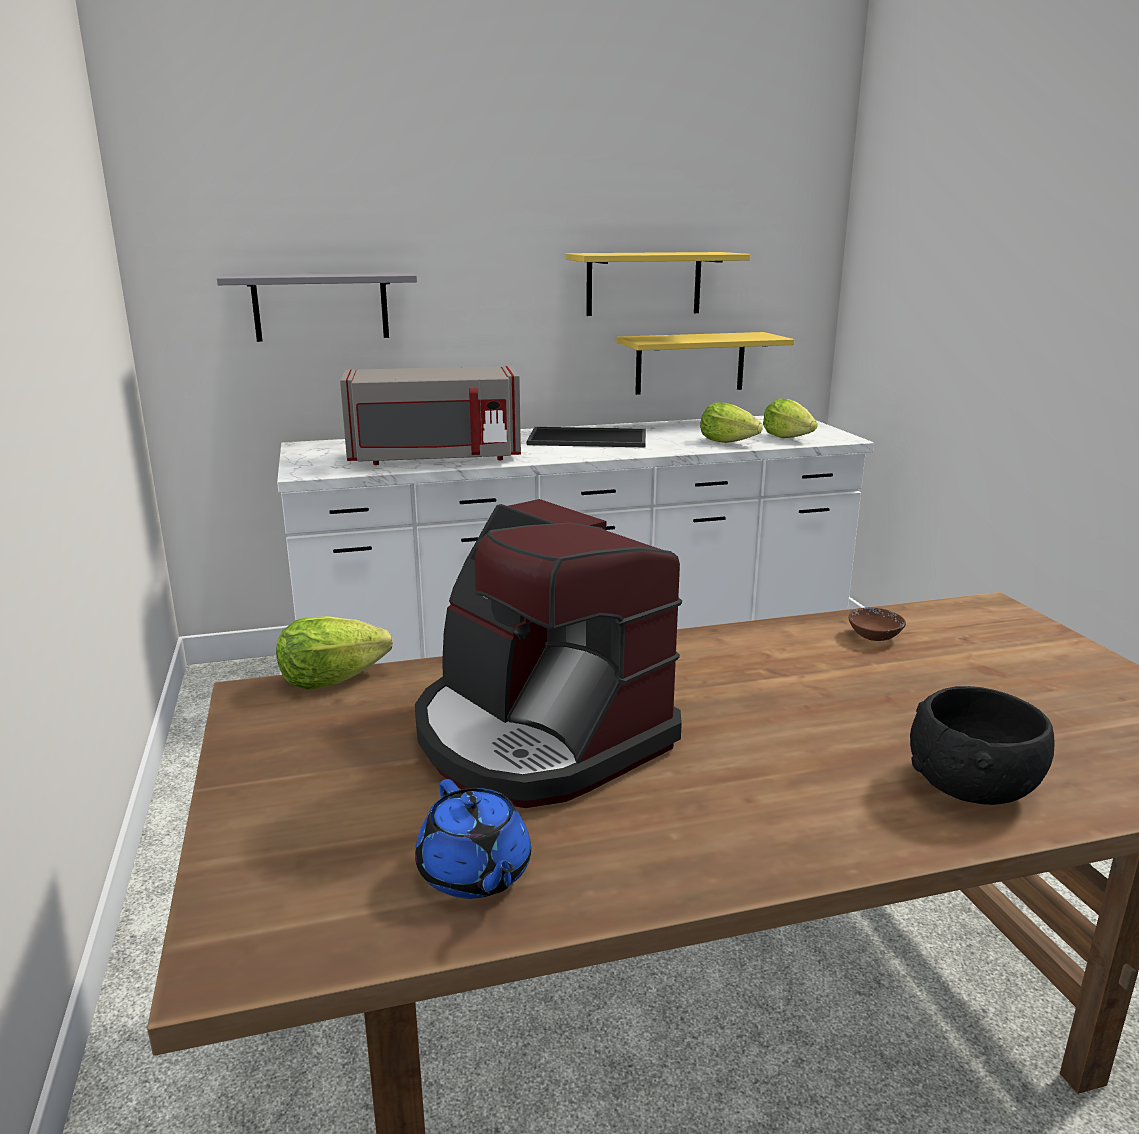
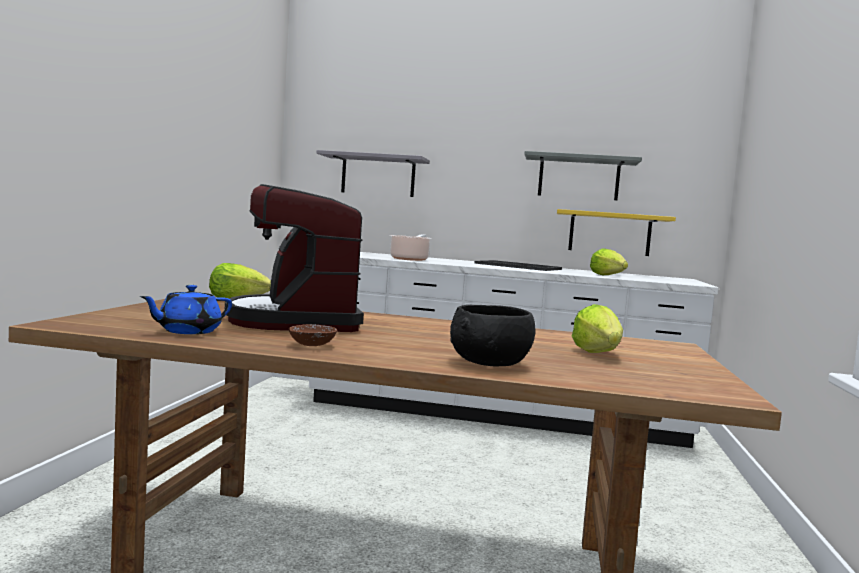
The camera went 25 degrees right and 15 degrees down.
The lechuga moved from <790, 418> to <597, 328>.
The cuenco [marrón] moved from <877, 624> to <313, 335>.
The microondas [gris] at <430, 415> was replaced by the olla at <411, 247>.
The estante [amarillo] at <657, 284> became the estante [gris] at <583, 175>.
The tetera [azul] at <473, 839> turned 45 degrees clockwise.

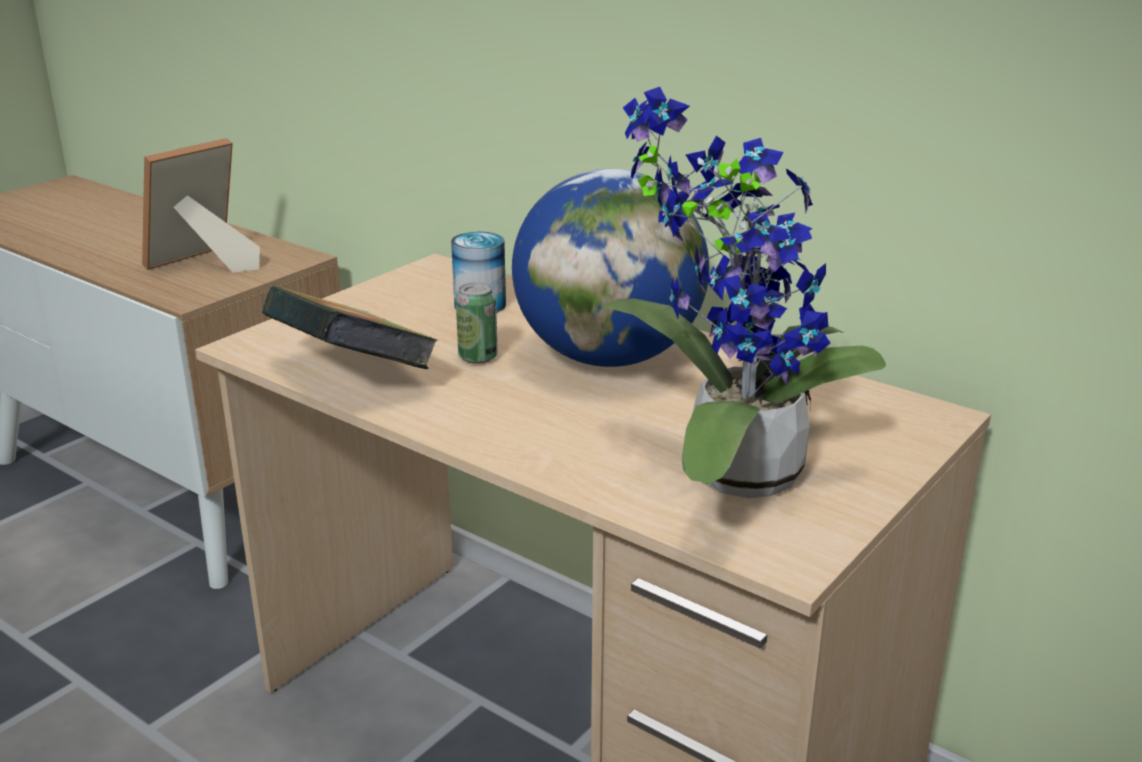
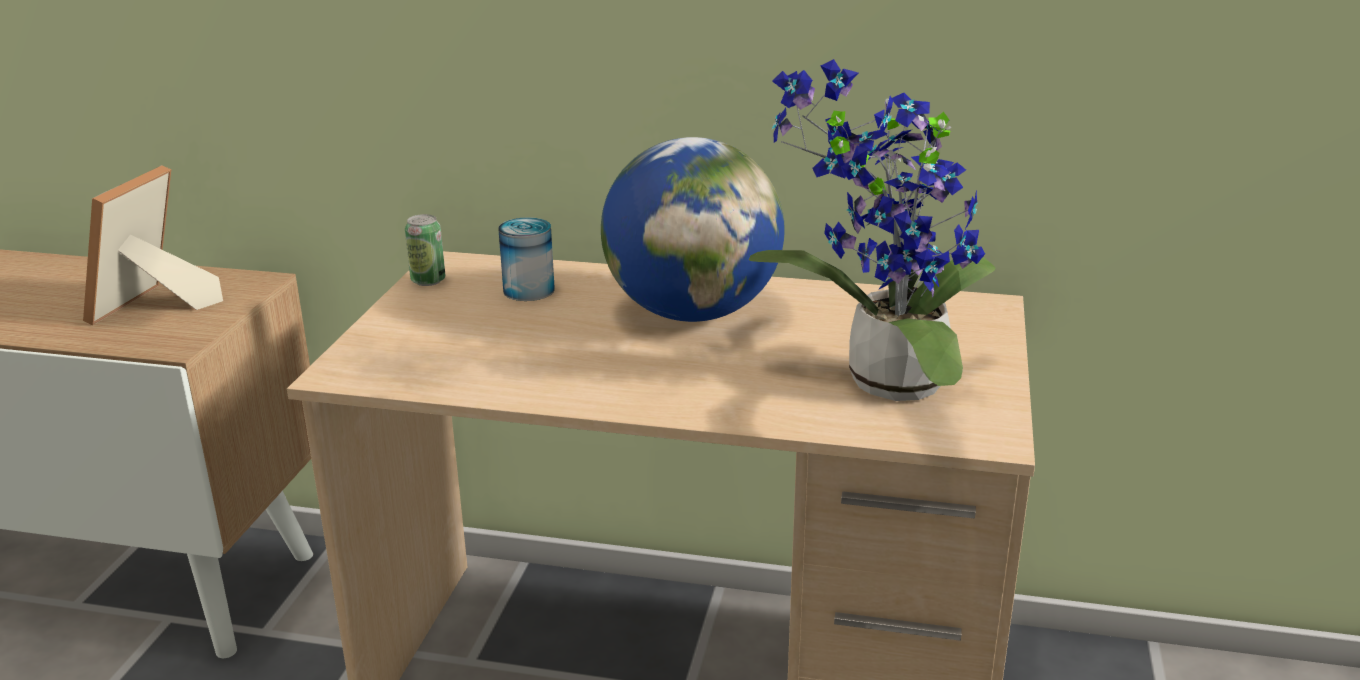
The camera went 25 degrees left and 0 degrees up.
The libro at <350, 327> disappeared.
The lata moved from <477, 323> to <425, 250>.

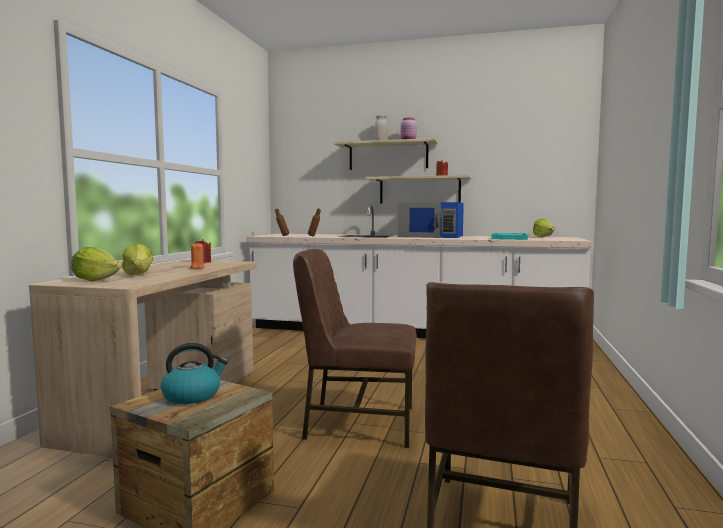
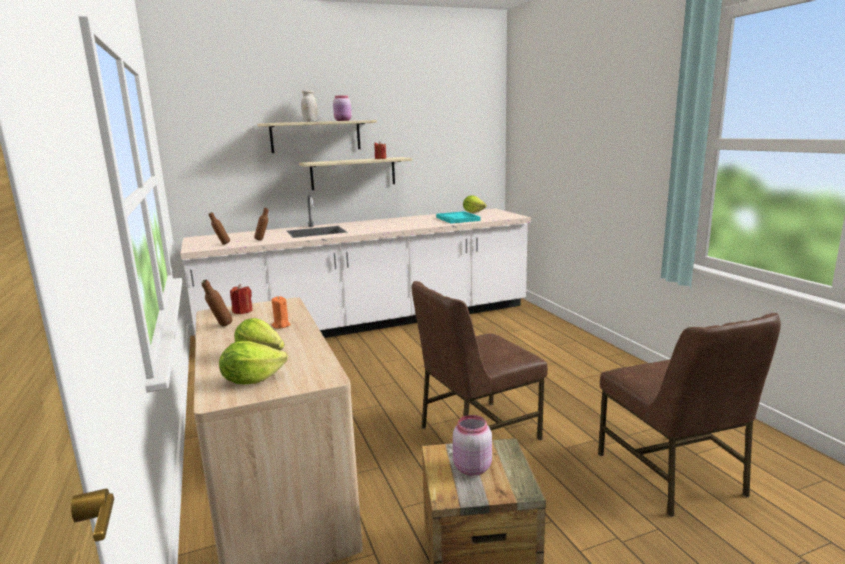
The camera went 35 degrees left and 10 degrees up.
The microondas [azul] at <431, 220> disappeared.
The botella [marrón] at <217, 303> appeared.
The hervidor at <194, 373> was replaced by the tarro [rosa] at <472, 445>.

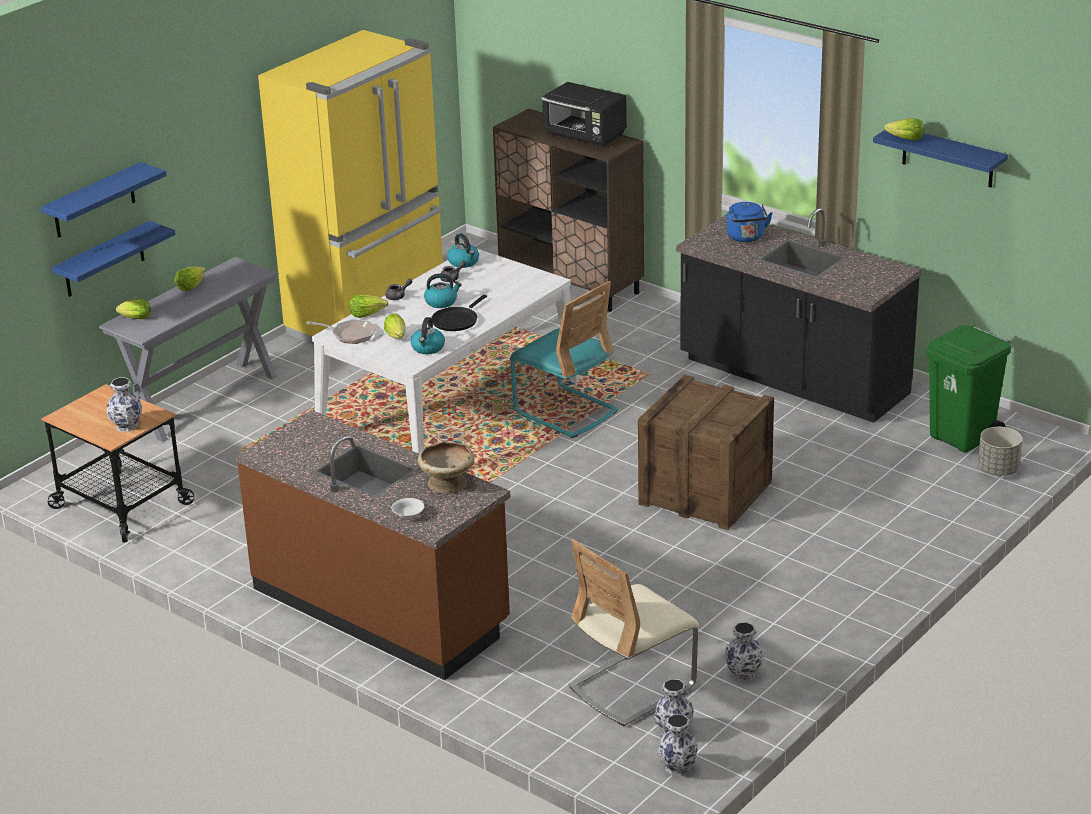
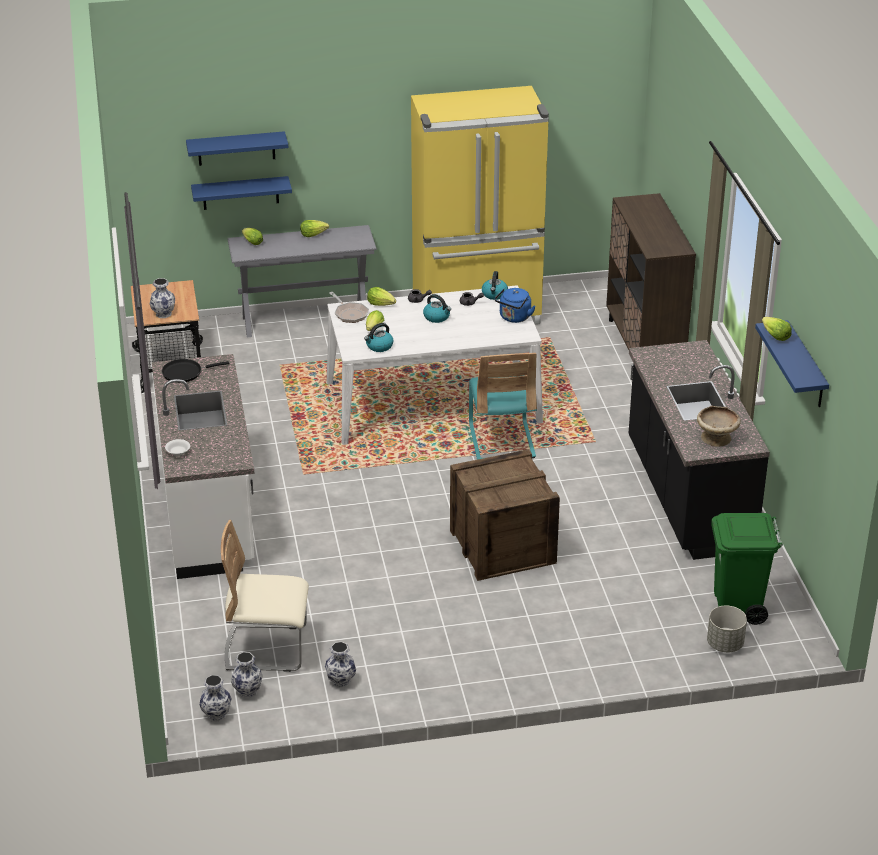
The camera went 40 degrees right and 5 degrees up.
The microondas [negro] at <584, 114> disappeared.
The cuenco [beis] moved from <446, 467> to <719, 426>.
The sartén [negro] moved from <459, 313> to <196, 371>.
The hervidor [azul] moved from <750, 222> to <515, 305>.
The mueble bajo de cocina [marrón] at <373, 545> became the mueble bajo de cocina [blanco] at <203, 466>.

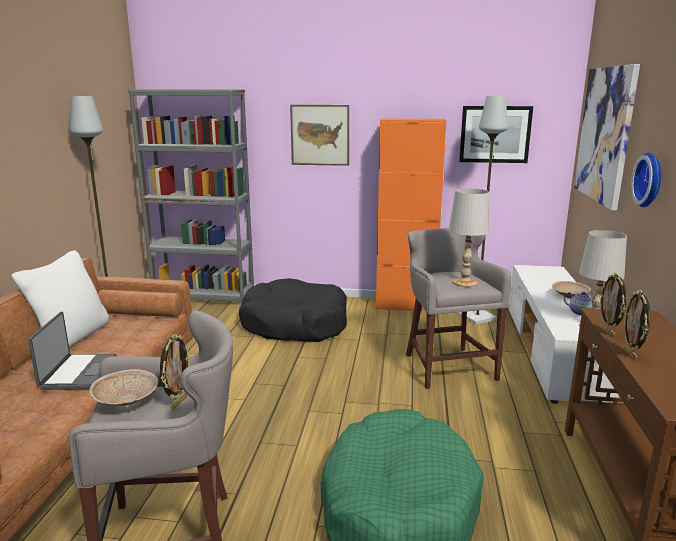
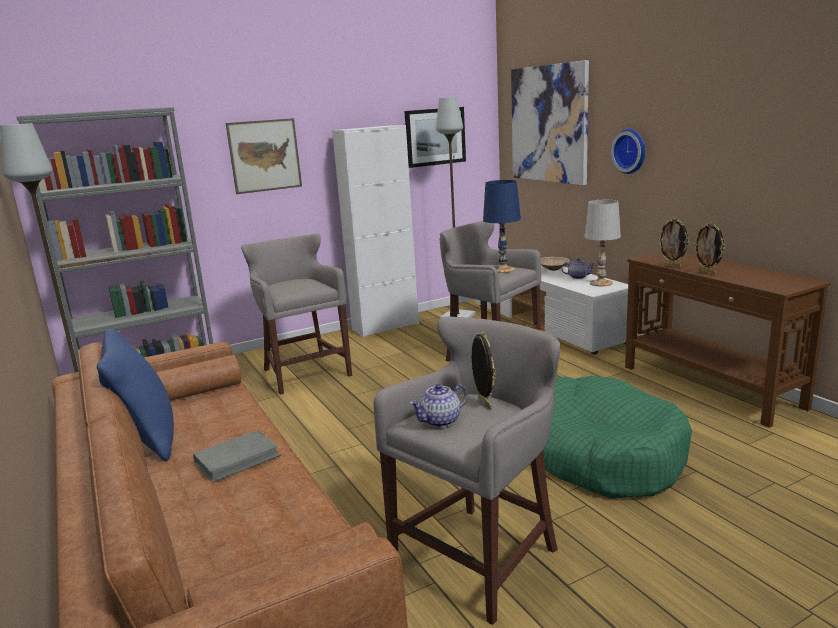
The camera went 35 degrees left and 0 degrees up.
The portátil at <72, 351> was replaced by the libro [gris] at <237, 456>.
The cuenco [beis] at <124, 387> was replaced by the tetera at <439, 406>.
The cama para perro [negro] at <293, 310> was replaced by the taburete [gris] at <296, 314>.
The cojín [blanco] at <60, 298> became the cojín [azul] at <135, 395>.
The armario [naranja] at <411, 215> became the armario [blanco] at <375, 231>.
The lámpara de mesa [blanco] at <469, 237> became the lámpara de mesa [azul] at <502, 226>.

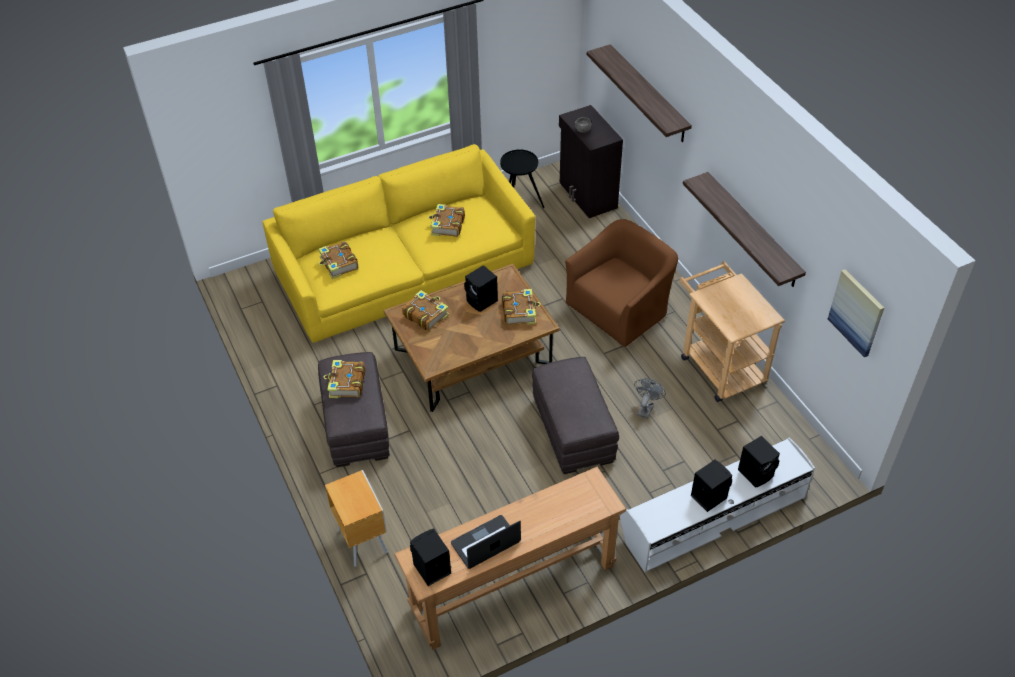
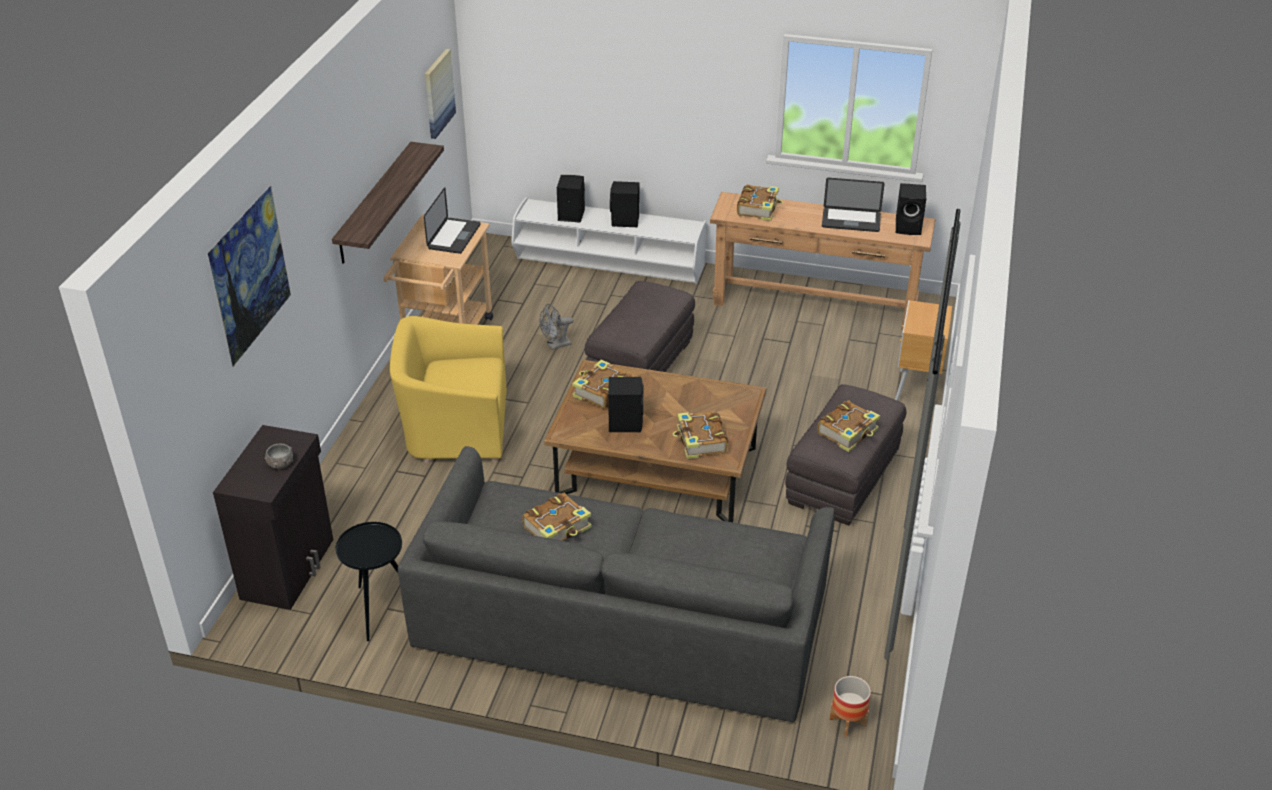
The camera went 140 degrees left and 10 degrees down.
The portátil at <452, 220> appeared.
The maceta at <850, 706> appeared.
The libro moved from <338, 260> to <760, 202>.
The estante at <639, 93> was replaced by the cuadro at <249, 276>.
The sofá [amarillo] at <399, 243> became the sofá [gris] at <616, 584>.
The sillón [marrón] at <621, 283> became the sillón [amarillo] at <448, 389>.

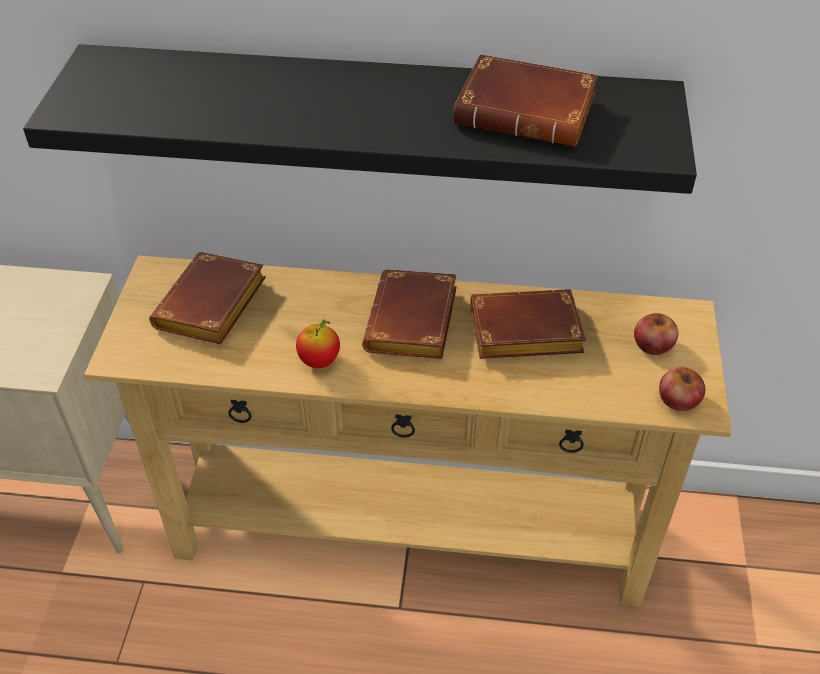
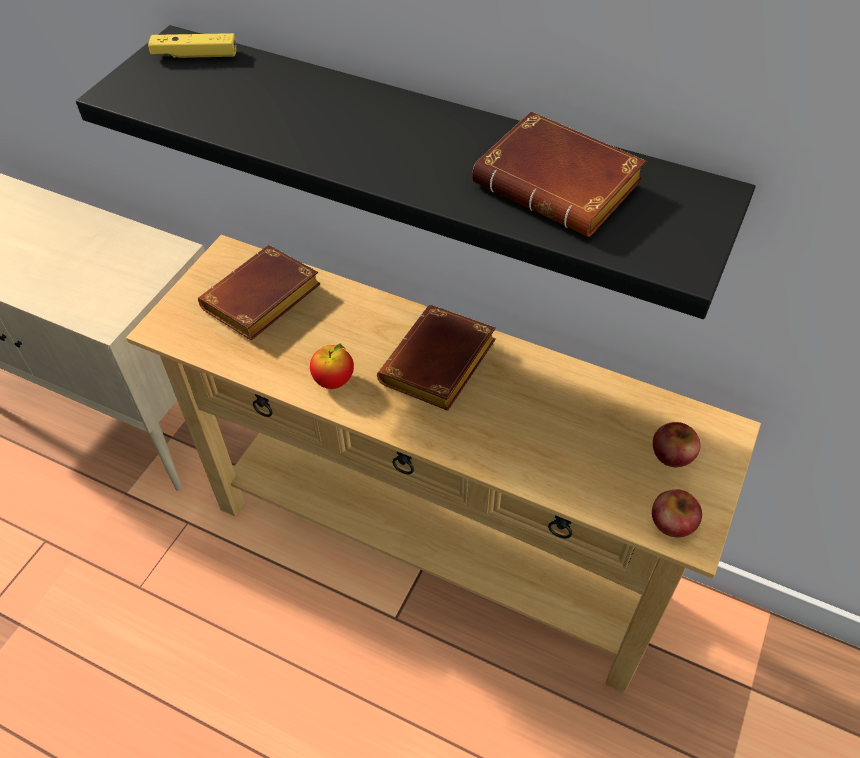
The camera went 20 degrees right and 5 degrees up.
The libro [marrón] at <528, 324> disappeared.
The mando de consola [amarillo] at <192, 45> appeared.

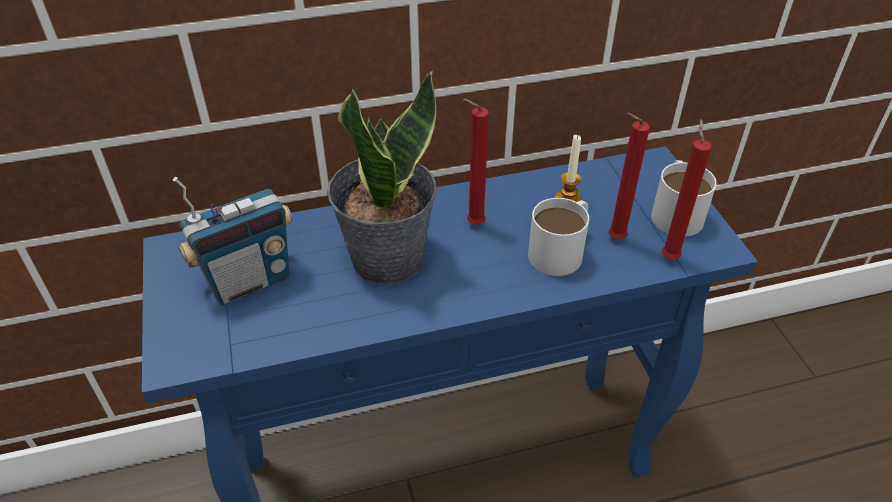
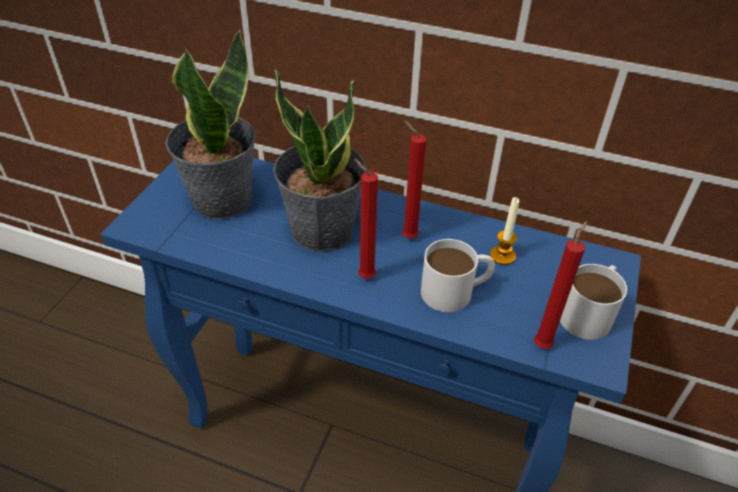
The camera went 35 degrees right and 0 degrees up.
The vela [rojo] moved from <629, 176> to <366, 218>.
The radio at <233, 241> was replaced by the planta en maceta at <210, 124>.

